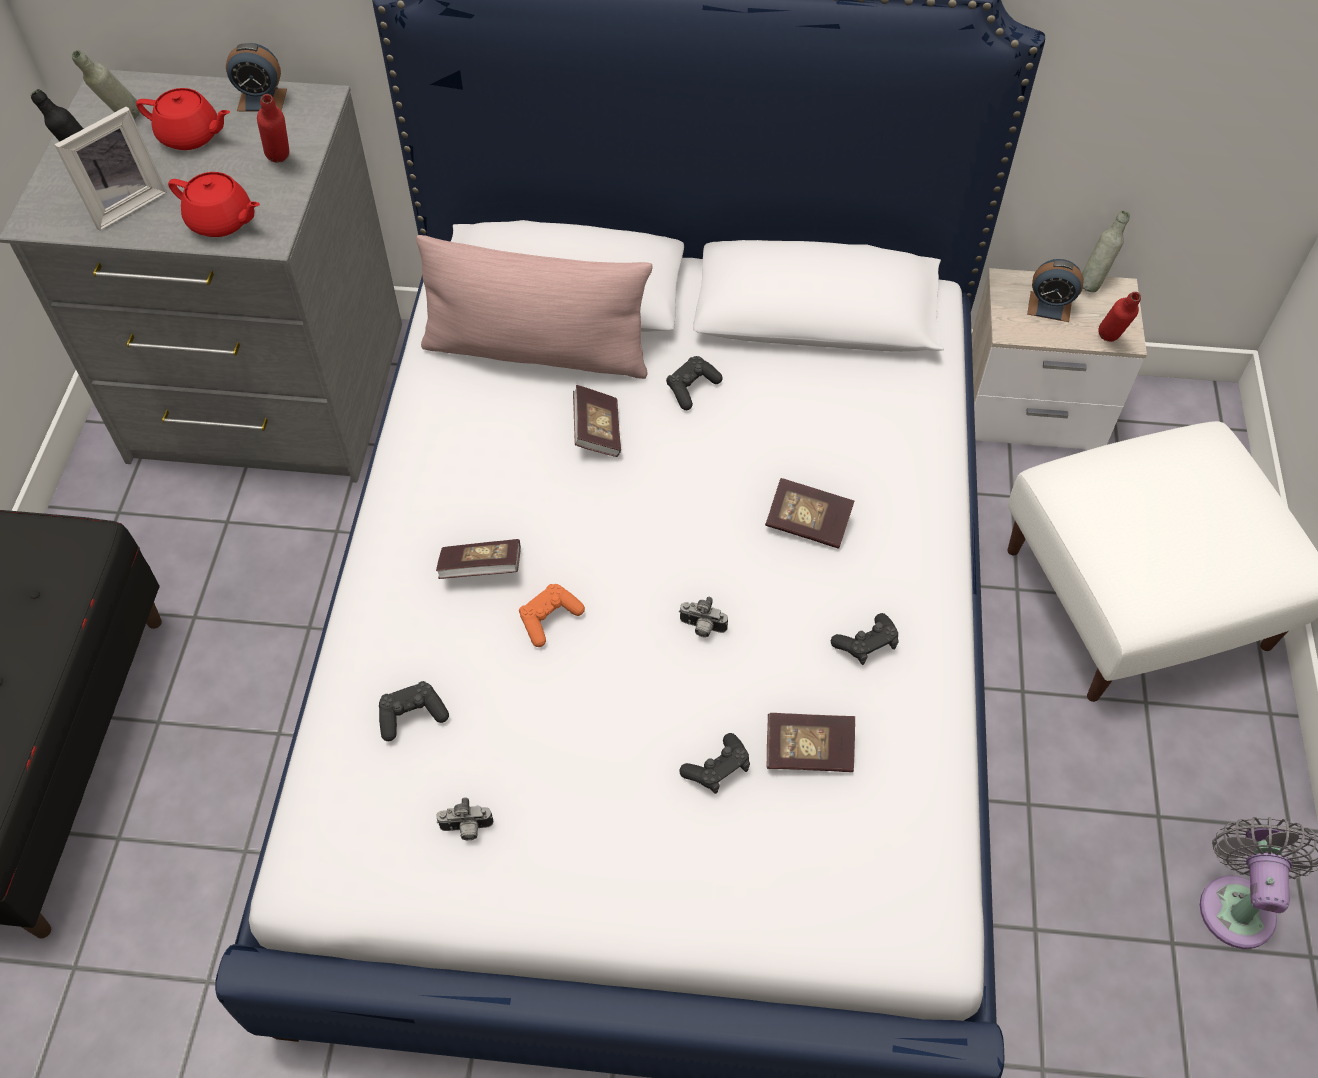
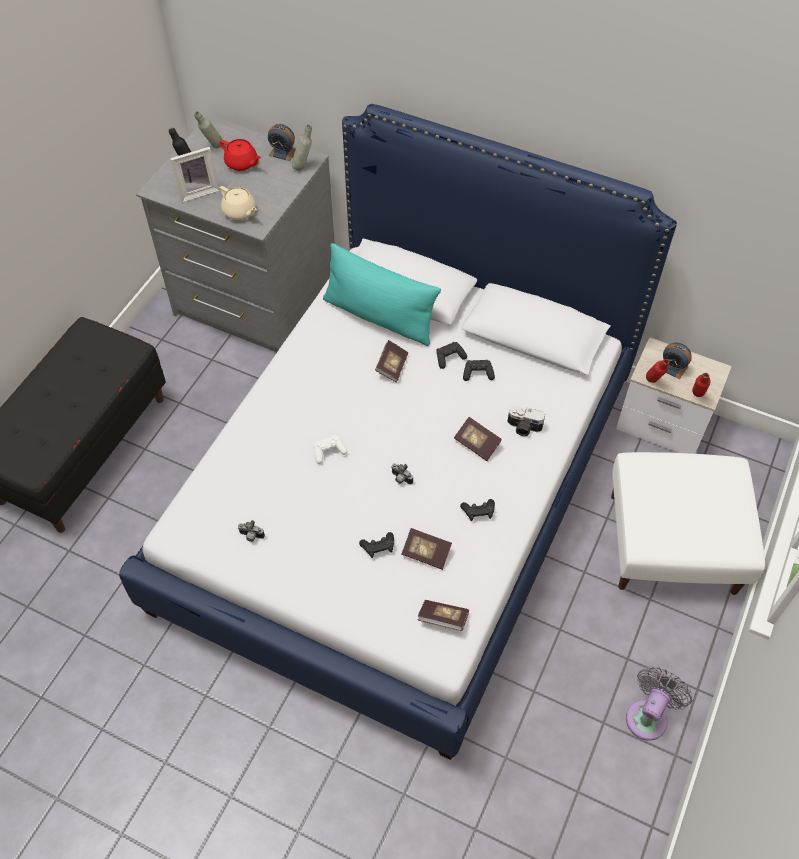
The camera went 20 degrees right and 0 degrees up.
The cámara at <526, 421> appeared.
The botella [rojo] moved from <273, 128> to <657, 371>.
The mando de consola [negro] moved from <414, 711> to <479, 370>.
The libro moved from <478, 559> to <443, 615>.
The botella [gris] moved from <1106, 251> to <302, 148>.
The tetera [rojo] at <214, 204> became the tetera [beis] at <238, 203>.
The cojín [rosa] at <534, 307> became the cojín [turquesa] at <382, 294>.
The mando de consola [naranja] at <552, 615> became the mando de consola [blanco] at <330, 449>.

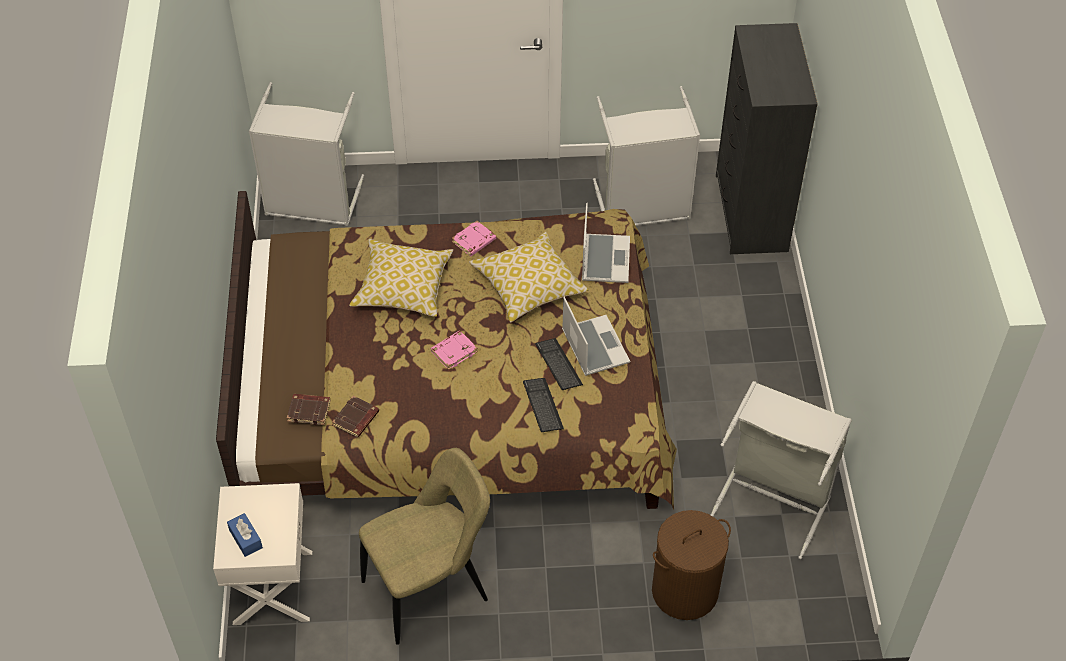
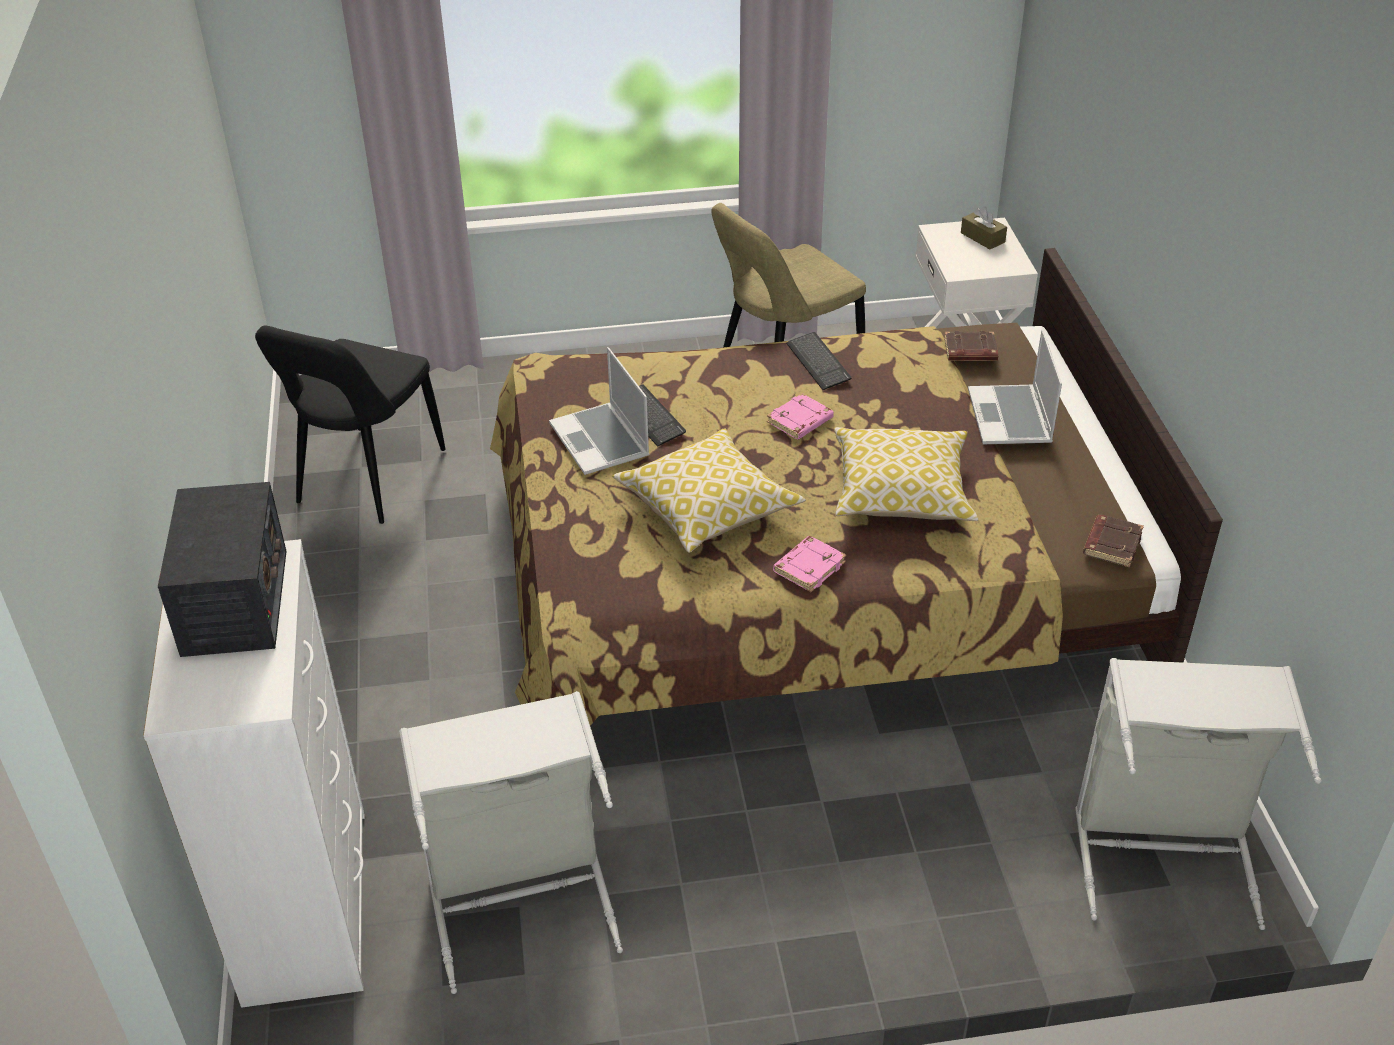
The camera went 175 degrees right and 10 degrees down.
The cesto de la ropa [marrón] at <691, 565> disappeared.
The radio at <222, 569> appeared.
The libro [marrón] moved from <355, 417> to <1113, 541>.
The teclado moved from <543, 405> to <818, 361>.
The portátil moved from <606, 243> to <1015, 387>.
The cesto de la ropa [gris] at <781, 470> was replaced by the silla [negro] at <350, 424>.
The caja de pañuelos [azul] at <245, 535> became the caja de pañuelos [marrón] at <984, 228>.
The cómoda [negro] at <767, 138> became the cómoda [blanco] at <254, 773>.

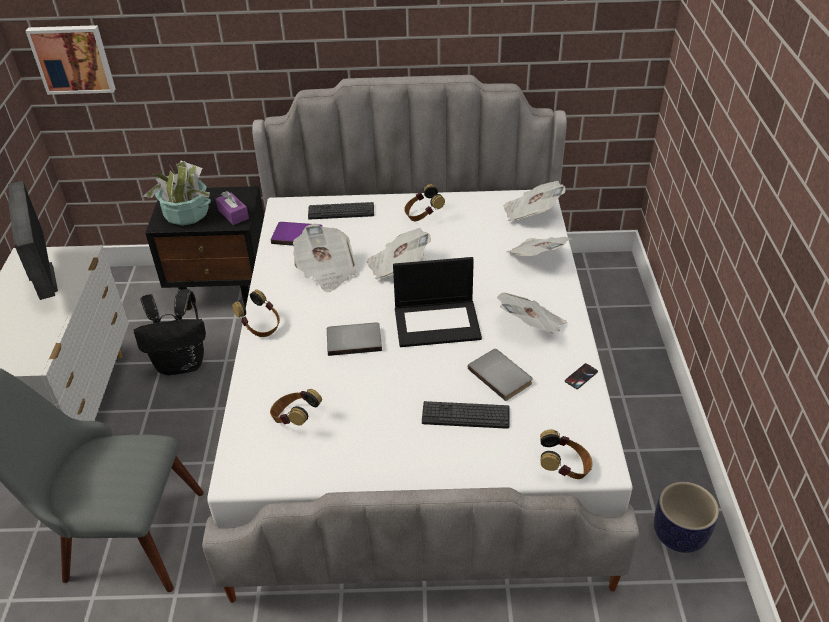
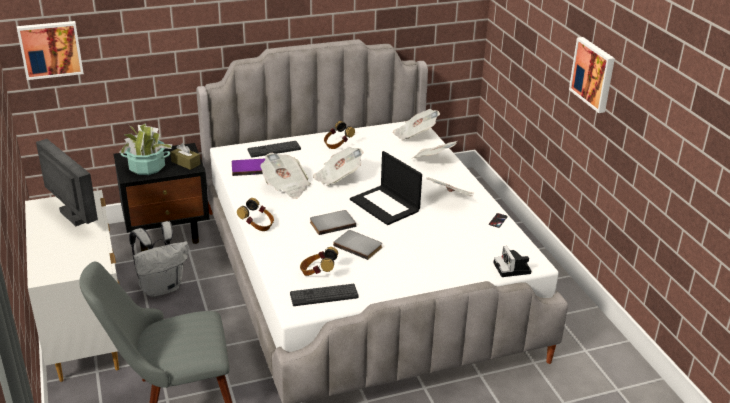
The camera went 20 degrees left and 10 degrees down.
The maceta at <686, 517> disappeared.
The cuadro at <592, 75> appeared.
The teclado moved from <466, 415> to <324, 295>.
The libro [gris] moved from <500, 375> to <357, 245>.
The auriculares at <566, 454> was replaced by the cámara at <512, 261>.
The mochila [negro] at <170, 332> became the mochila [blanco] at <158, 259>.
The caja de pañuelos [morado] at <232, 208> became the caja de pañuelos [marrón] at <185, 156>.
The portátil at <437, 302> turned 75 degrees clockwise.

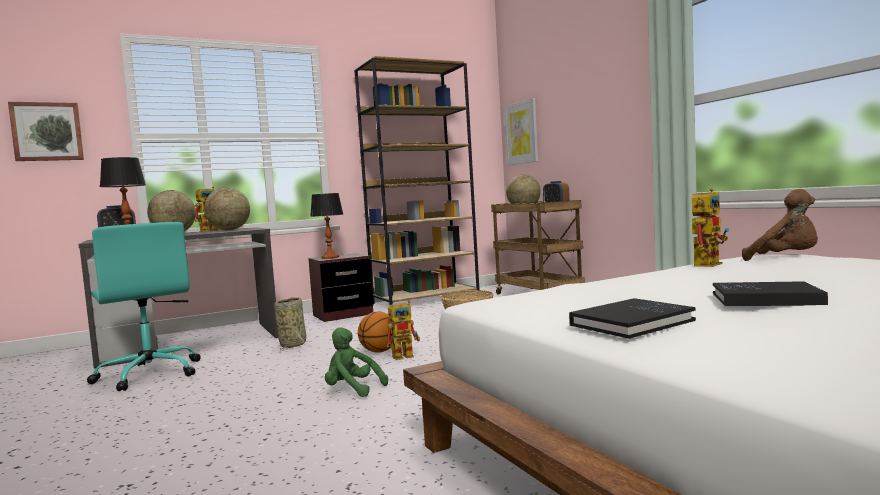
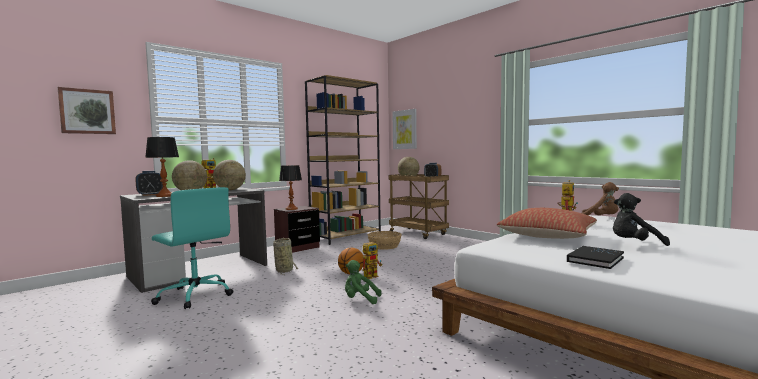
The camera went 15 degrees left and 0 degrees up.
The cojín at <547, 223> appeared.
The libro [negro] at <770, 293> was replaced by the peluche [negro] at <641, 219>.

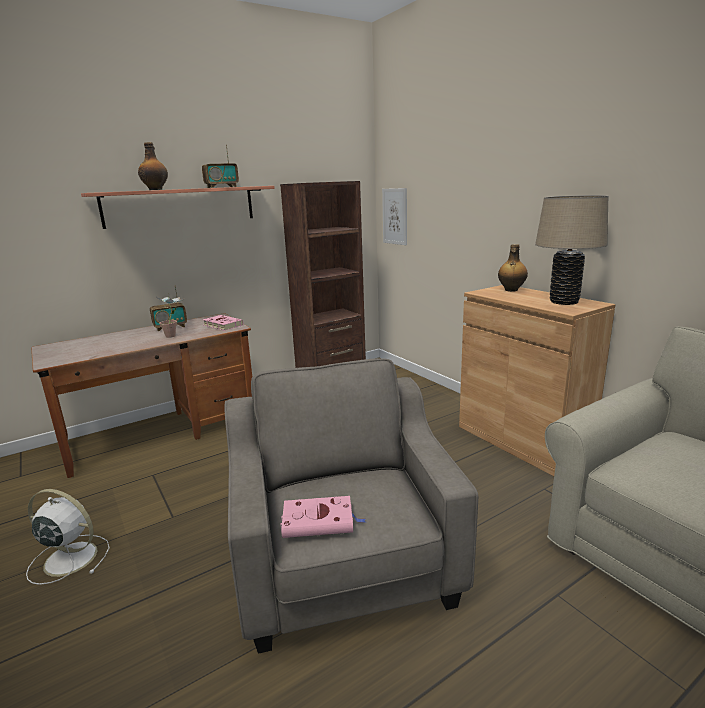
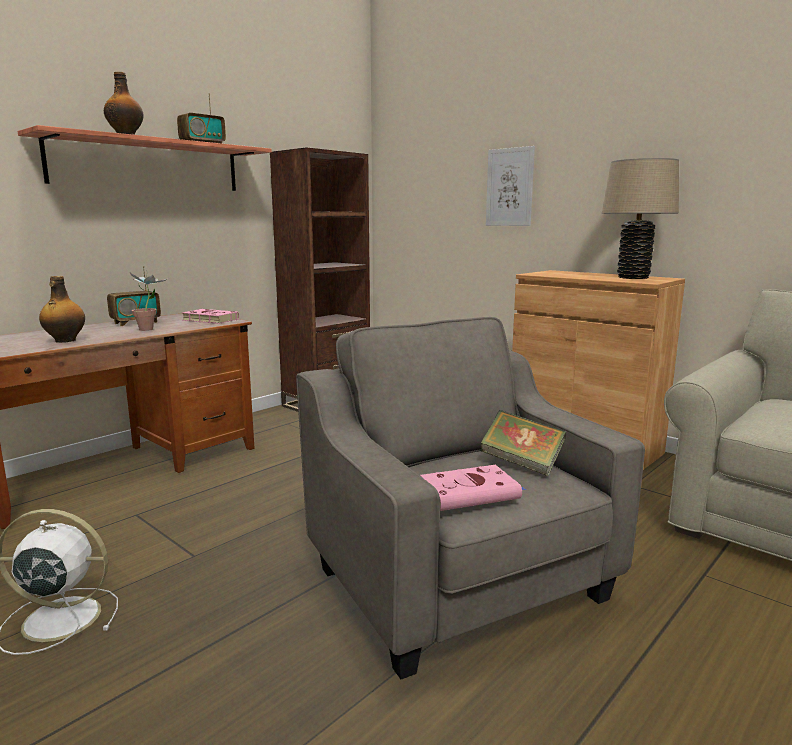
The camera went 15 degrees left and 5 degrees down.
The libro at <523, 443> appeared.
The cuadro moved from <394, 216> to <510, 186>.
The botella moved from <513, 268> to <62, 309>.

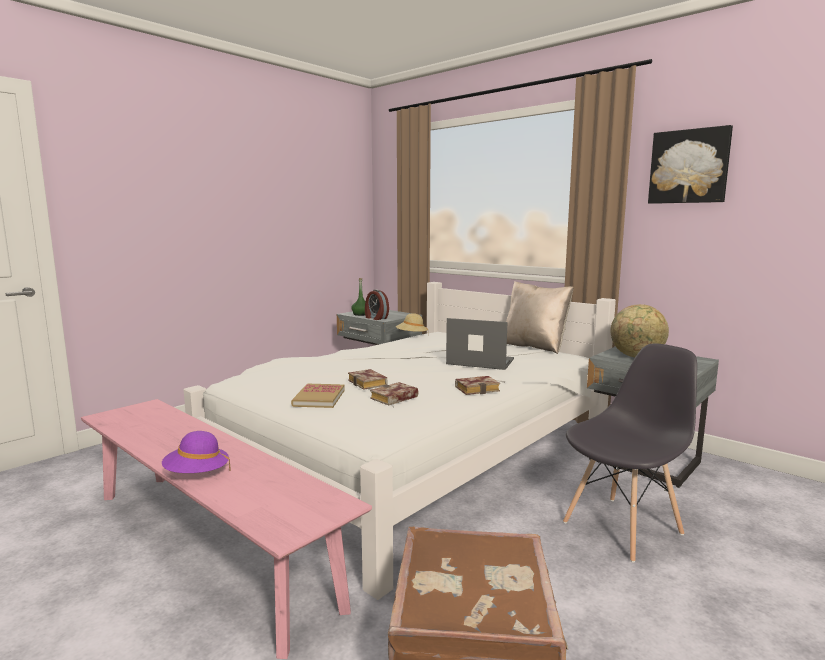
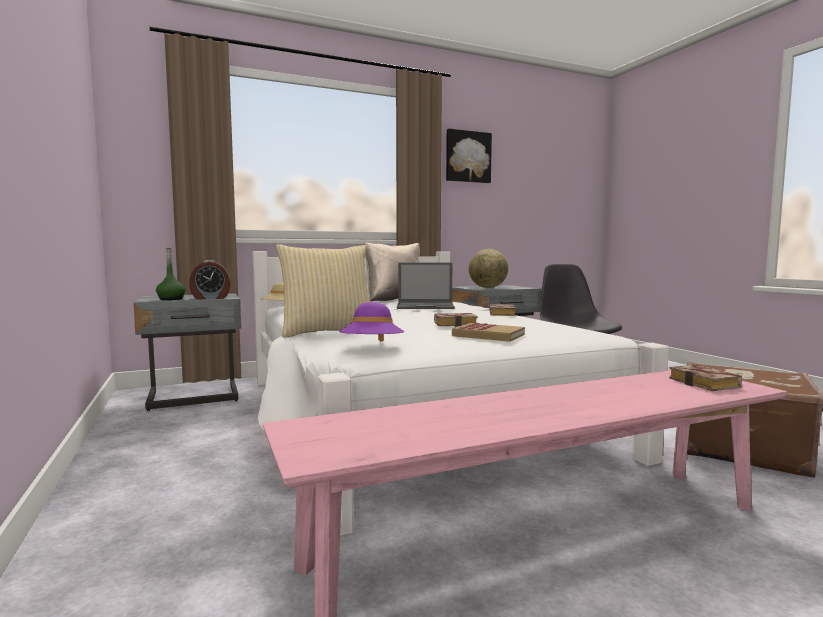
The camera went 65 degrees left and 5 degrees down.
The cojín at <323, 291> appeared.
The sombrero [morado] moved from <196, 452> to <371, 322>.
The libro moved from <394, 394> to <705, 378>.
The portátil at <480, 344> turned 135 degrees counterclockwise.

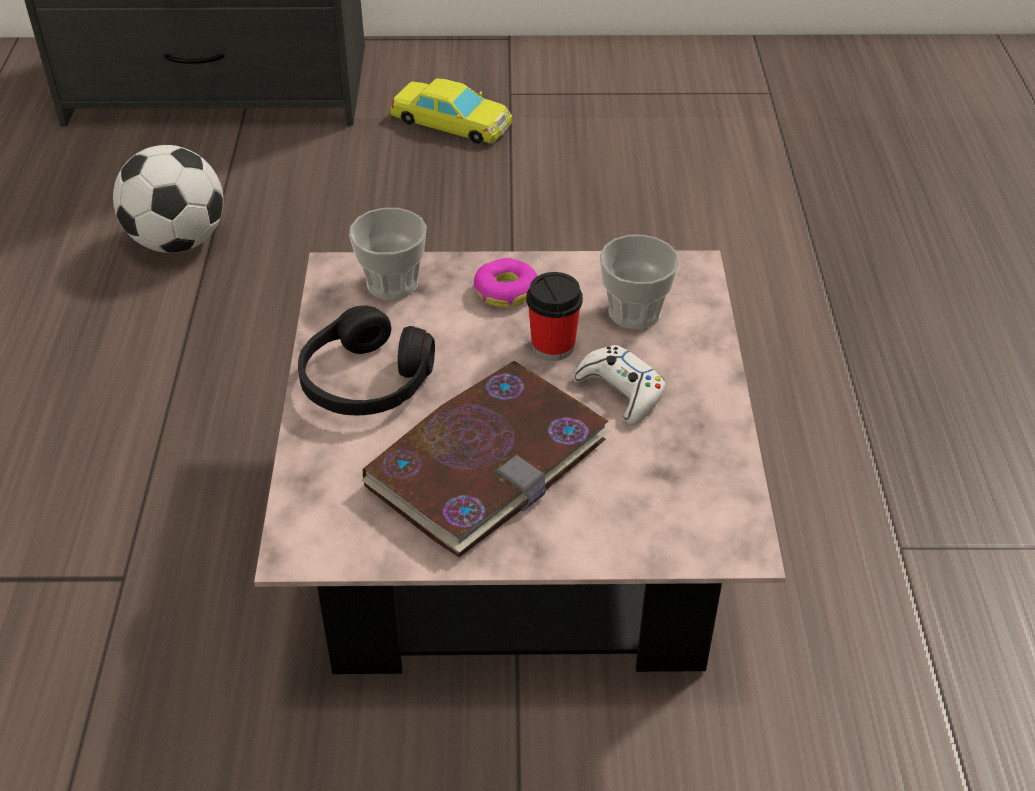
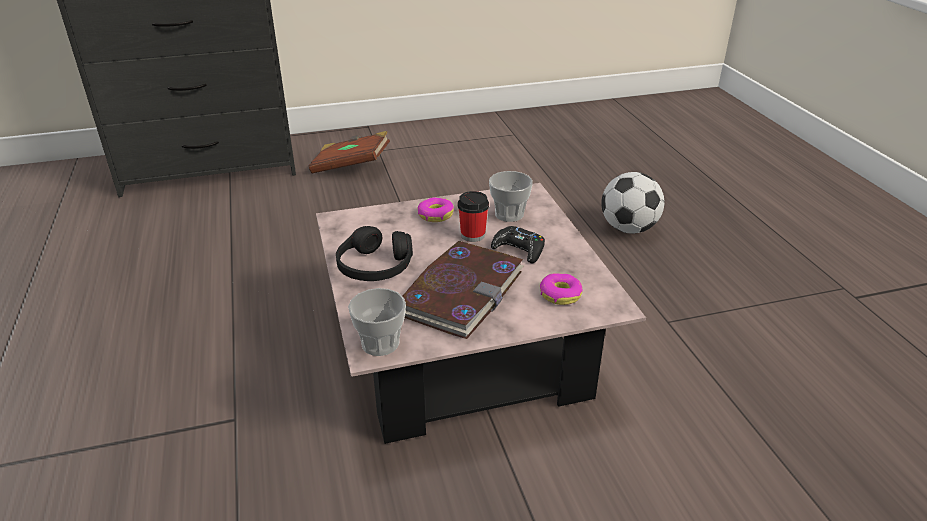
The camera went 15 degrees left and 10 degrees down.
The rosquilla at <561, 289> appeared.
The balón de fútbol moved from <168, 199> to <633, 203>.
The taza moved from <388, 254> to <377, 322>.
The coche de juguete [amarillo] at <450, 111> was replaced by the libro [marrón] at <349, 152>.
The mando de consola [blanco] at <619, 385> became the mando de consola [negro] at <518, 244>.

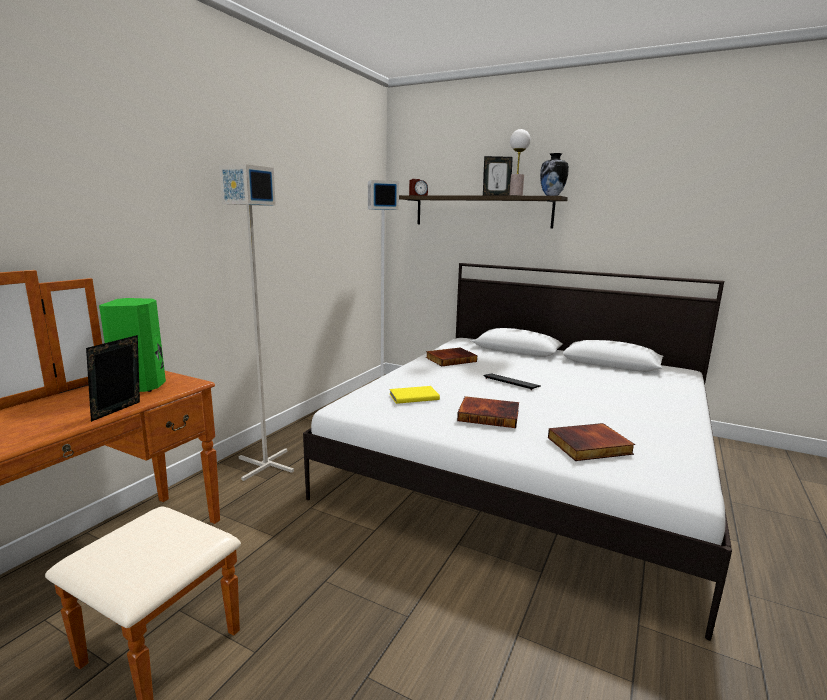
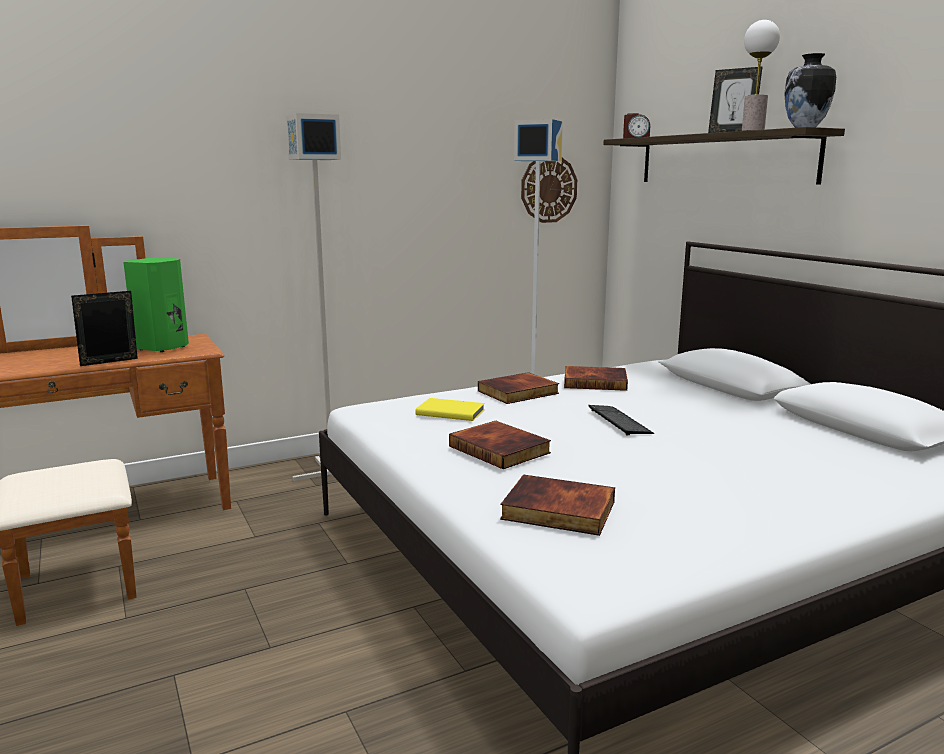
The camera went 35 degrees right and 0 degrees up.
The libro at <518, 388> appeared.
The reloj de pared at <549, 190> appeared.

